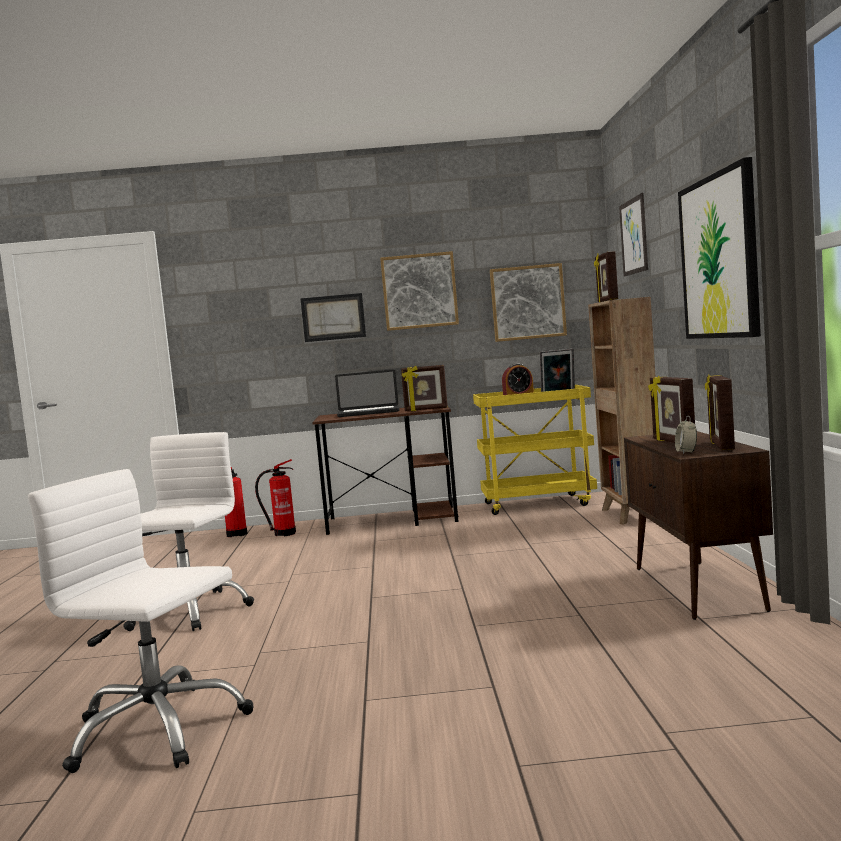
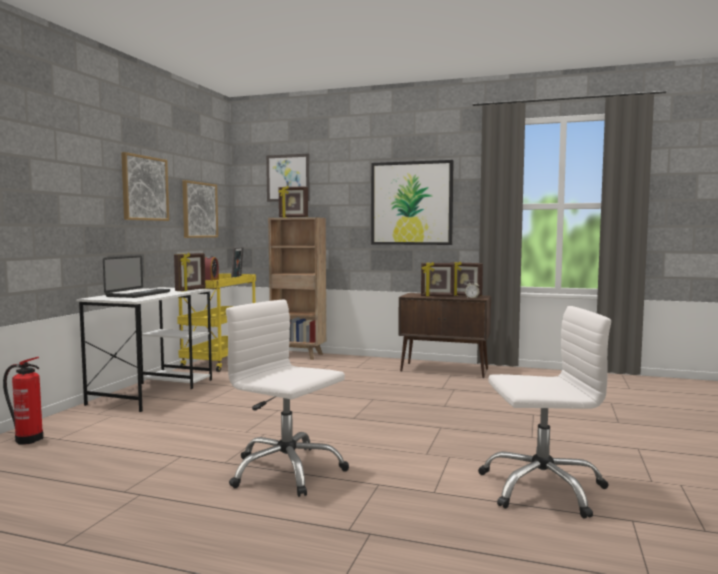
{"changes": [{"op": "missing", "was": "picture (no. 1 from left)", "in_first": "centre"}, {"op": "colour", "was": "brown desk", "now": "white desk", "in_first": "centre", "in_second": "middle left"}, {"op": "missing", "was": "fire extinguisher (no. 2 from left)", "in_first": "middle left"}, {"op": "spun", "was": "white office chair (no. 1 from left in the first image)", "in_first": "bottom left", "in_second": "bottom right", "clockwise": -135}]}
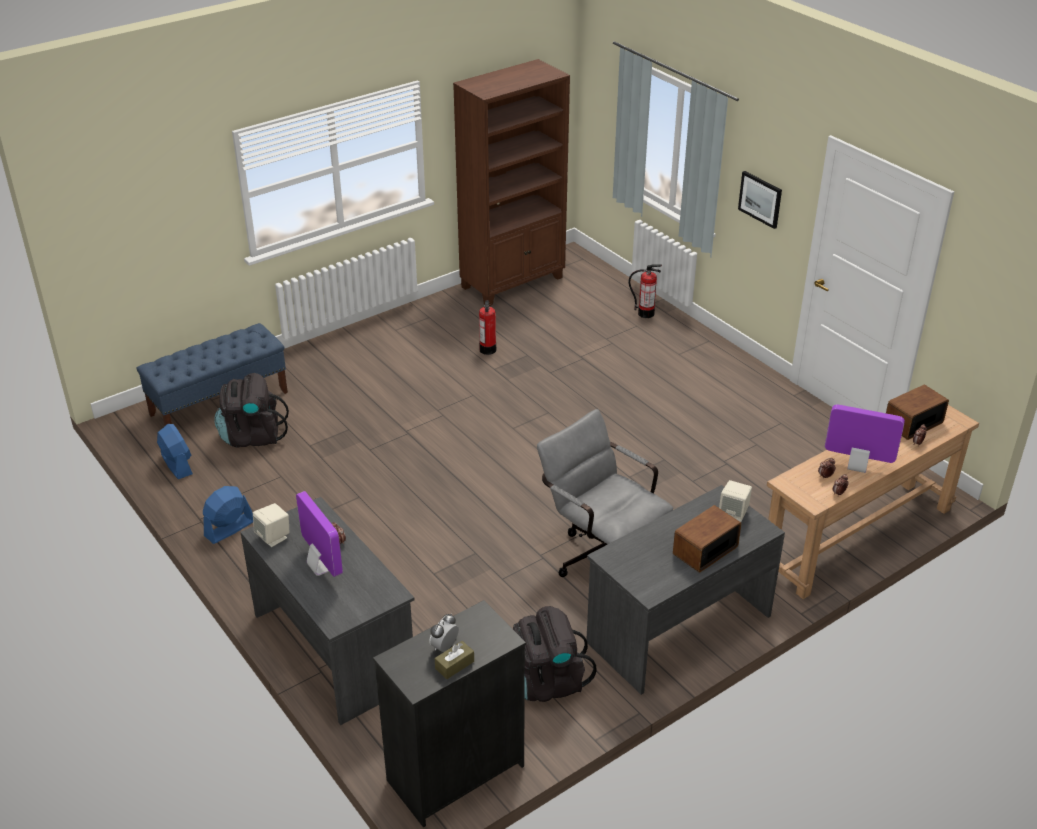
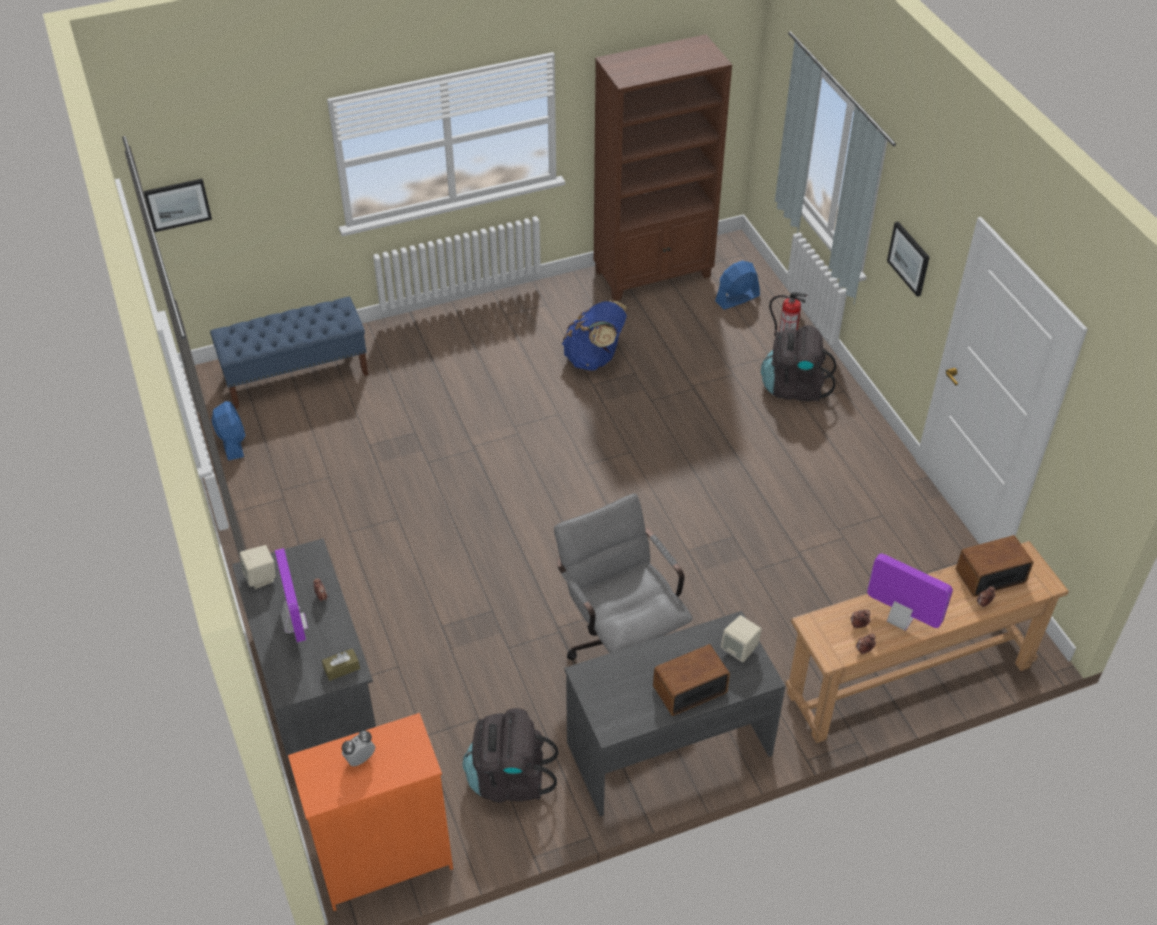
{"changes": [{"op": "exchanged", "was": "fire extinguisher (no. 1 from left)", "now": "blue backpack", "in_first": "centre", "in_second": "centre"}, {"op": "relocated", "was": "black backpack (no. 1 from left in the first image)", "now": "black backpack (no. 2 from left)", "in_first": "middle left", "in_second": "middle right"}, {"op": "relocated", "was": "blue fan (no. 2 from left)", "in_first": "middle left", "in_second": "top centre"}, {"op": "colour", "was": "black dresser", "now": "orange dresser", "in_first": "bottom centre", "in_second": "bottom left"}, {"op": "relocated", "was": "brown tissue box", "in_first": "bottom centre", "in_second": "bottom left"}, {"op": "appeared", "now": "picture (no. 1 from left)", "in_second": "top left"}]}
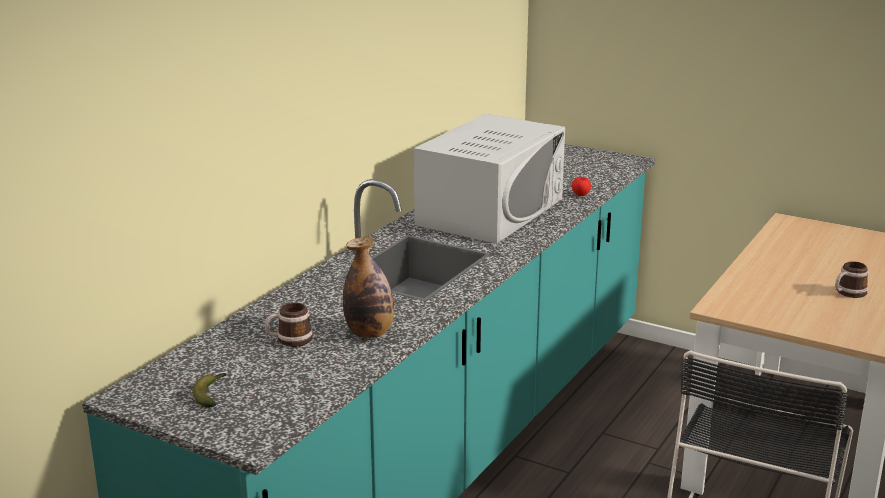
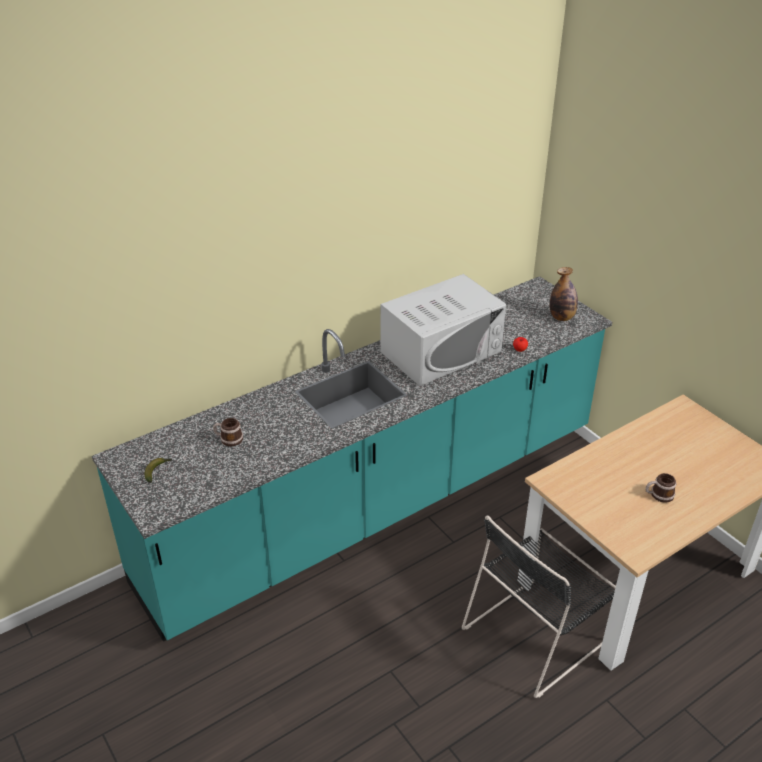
{"changes": [{"op": "relocated", "was": "bottle", "in_first": "centre", "in_second": "middle right"}]}
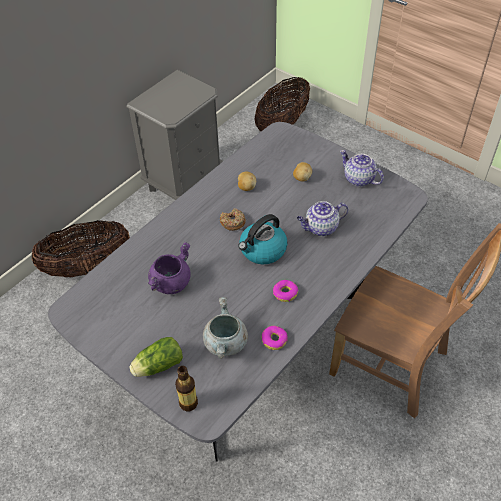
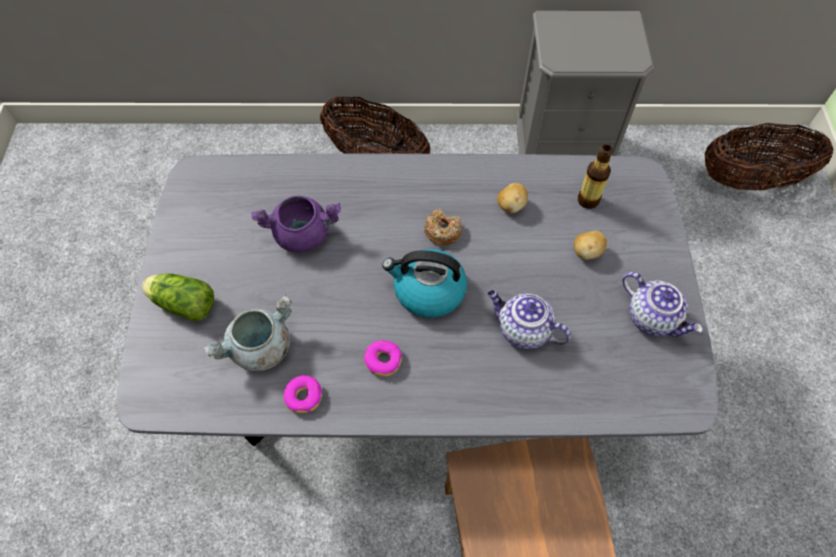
{"changes": [{"op": "spun", "was": "teapot (no. 2 from left)", "in_first": "middle right", "in_second": "middle right", "clockwise": 135}, {"op": "relocated", "was": "bottle", "in_first": "bottom centre", "in_second": "top right"}]}
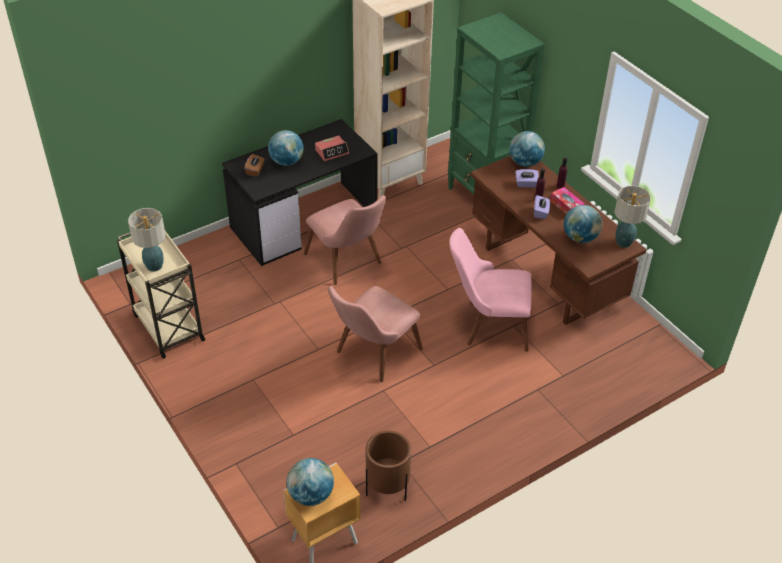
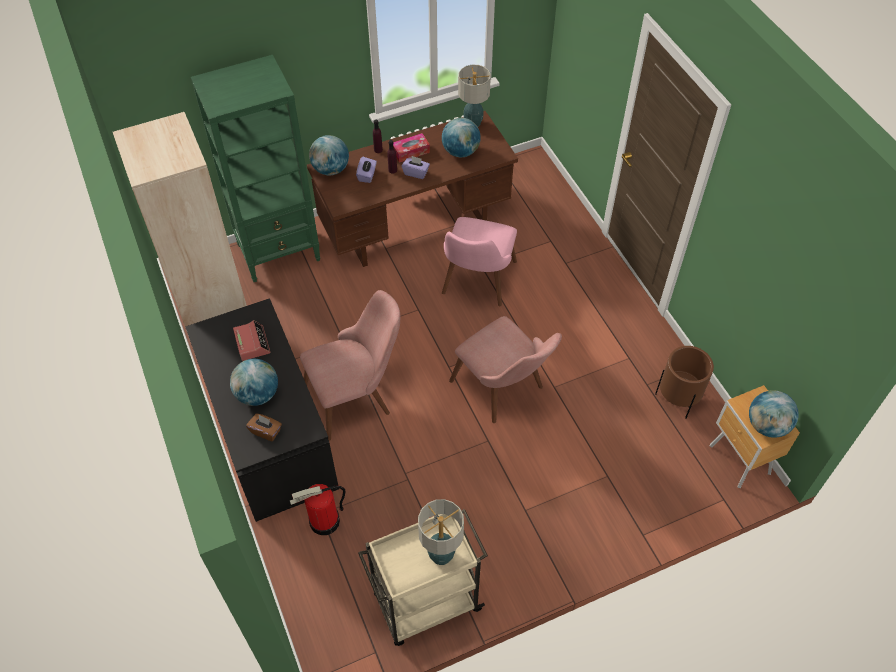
{"changes": [{"op": "appeared", "now": "fire extinguisher", "in_second": "bottom centre"}]}
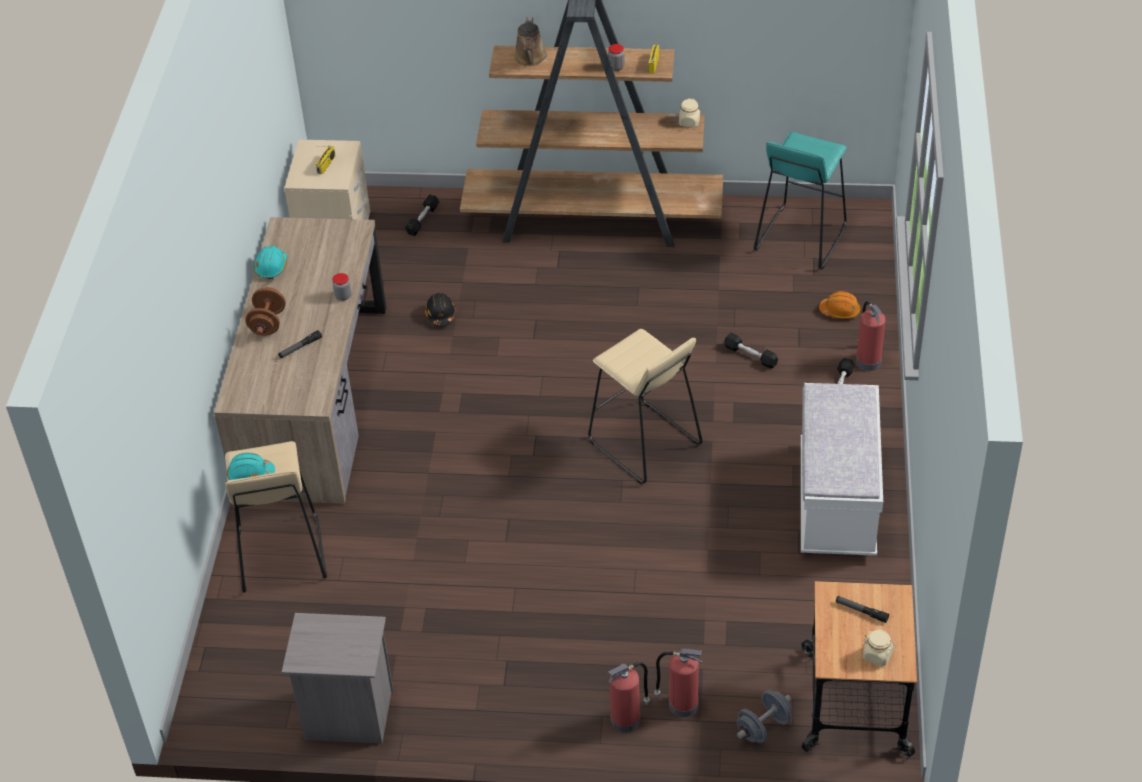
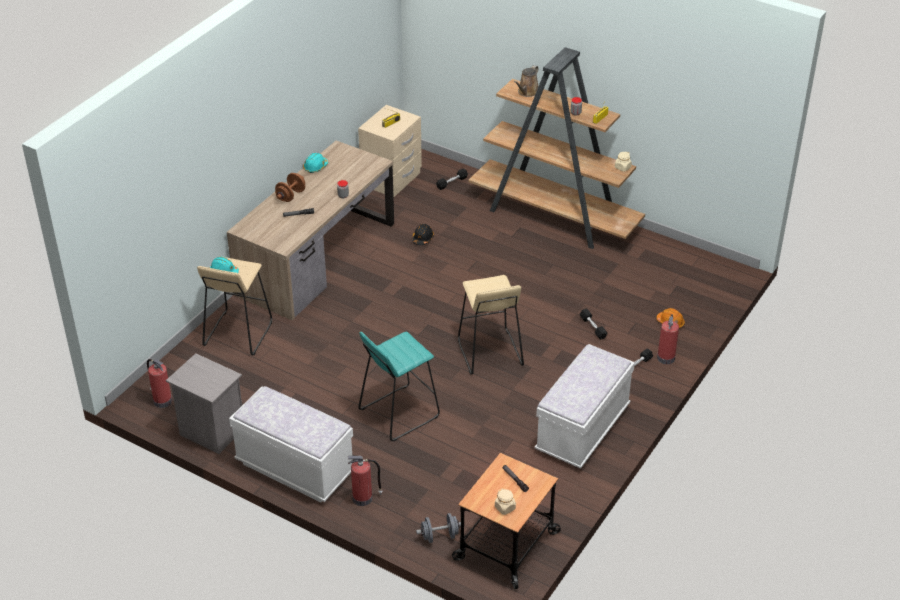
{"changes": [{"op": "relocated", "was": "turquoise stool", "in_first": "top right", "in_second": "centre"}, {"op": "relocated", "was": "fire extinguisher (no. 2 from left in the first image)", "now": "fire extinguisher (no. 1 from left)", "in_first": "bottom centre", "in_second": "middle left"}, {"op": "appeared", "now": "white bench (no. 1 from left)", "in_second": "bottom left"}]}
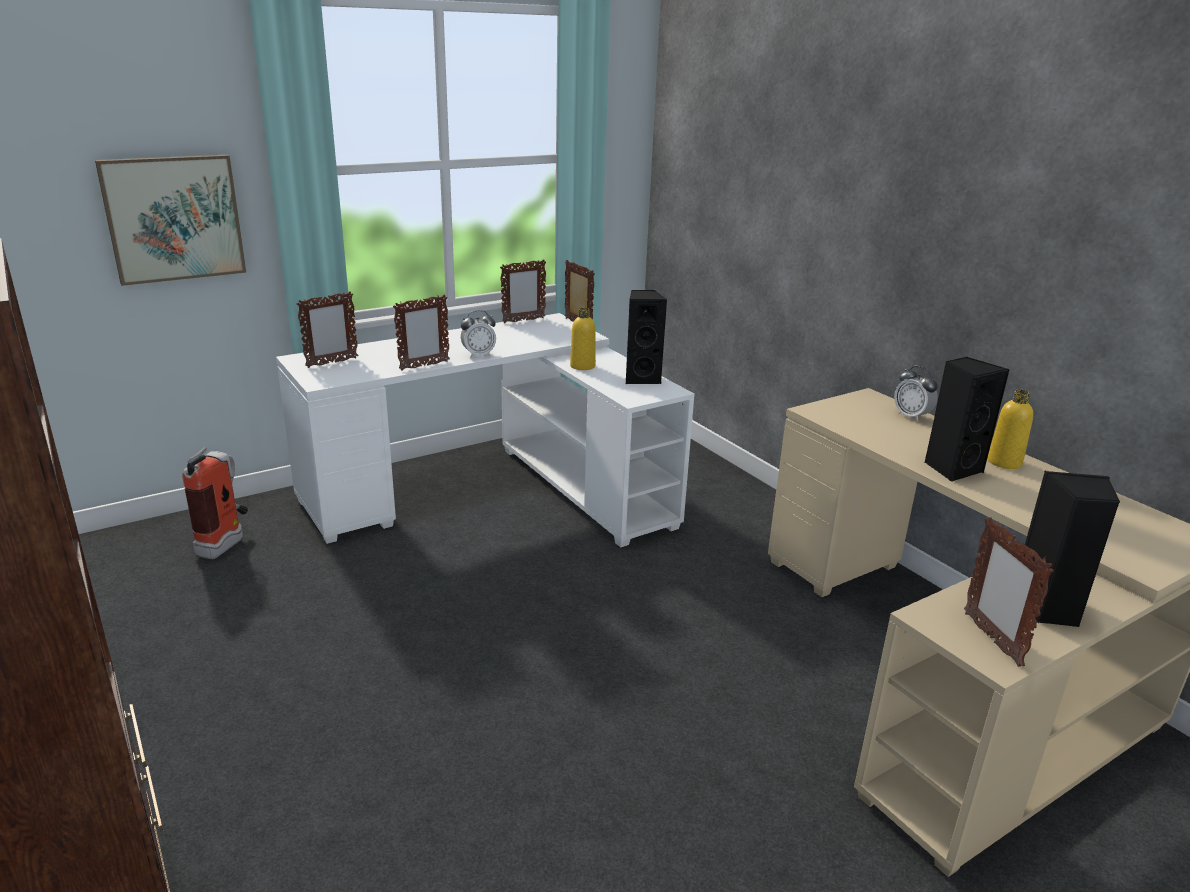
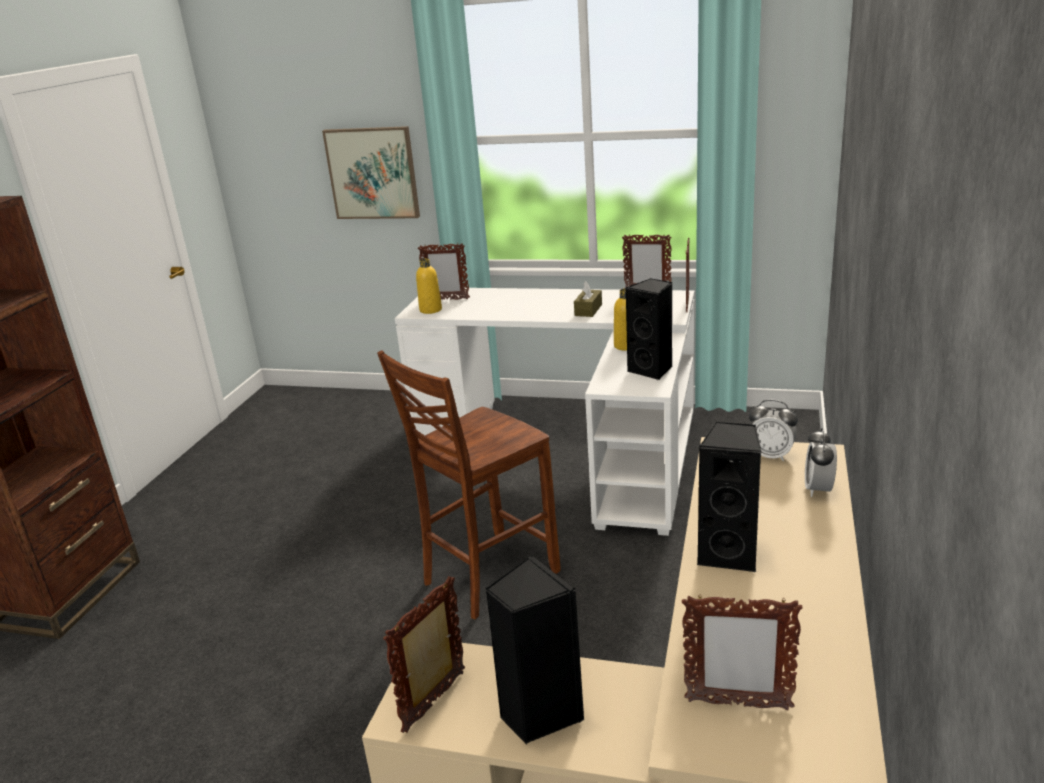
{"changes": [{"op": "relocated", "was": "picture frame (no. 2 from left in the first image)", "now": "picture frame (no. 5 from left)", "in_first": "centre", "in_second": "bottom right"}, {"op": "relocated", "was": "alarm clock (no. 1 from left)", "in_first": "centre", "in_second": "middle right"}, {"op": "relocated", "was": "yellow bottle (no. 2 from left in the first image)", "now": "yellow bottle (no. 1 from left)", "in_first": "middle right", "in_second": "centre"}, {"op": "missing", "was": "fire extinguisher", "in_first": "middle left"}, {"op": "appeared", "now": "brown tissue box", "in_second": "centre"}, {"op": "appeared", "now": "brown chair", "in_second": "centre"}]}
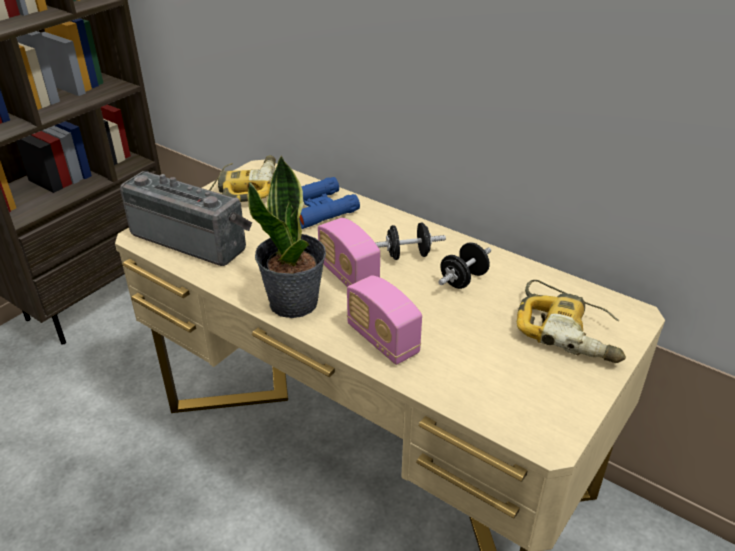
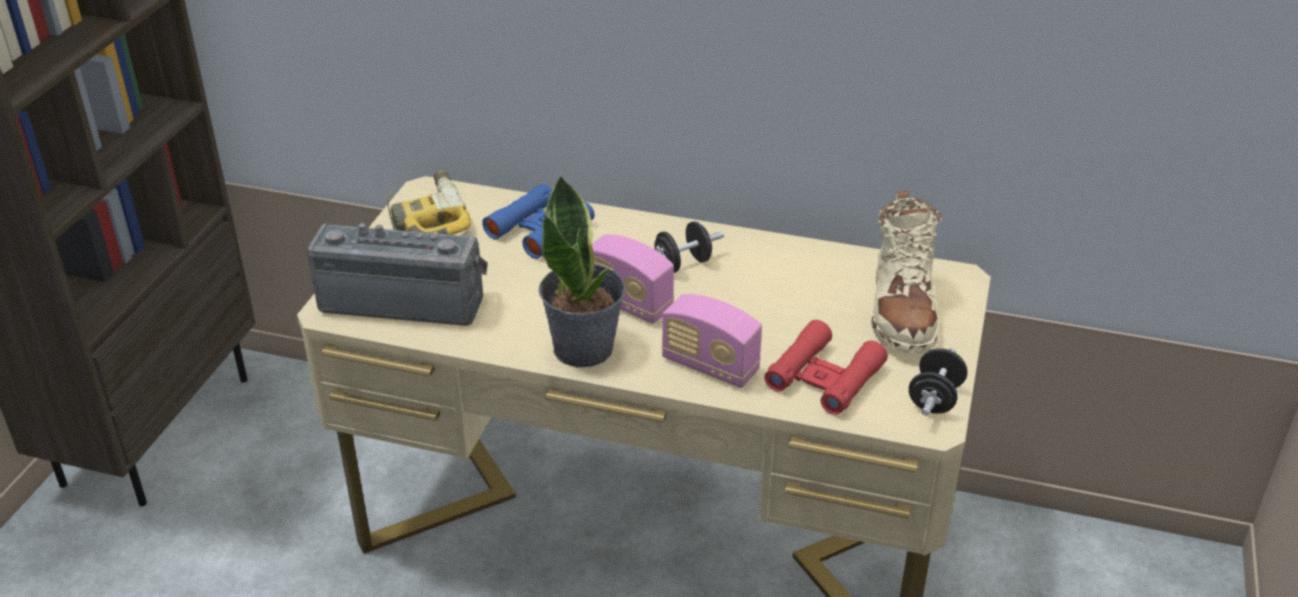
{"changes": [{"op": "relocated", "was": "black dumbbell (no. 2 from left)", "in_first": "centre", "in_second": "middle right"}, {"op": "exchanged", "was": "power drill (no. 2 from left)", "now": "beige boot", "in_first": "middle right", "in_second": "middle right"}, {"op": "appeared", "now": "red binoculars", "in_second": "centre"}]}
